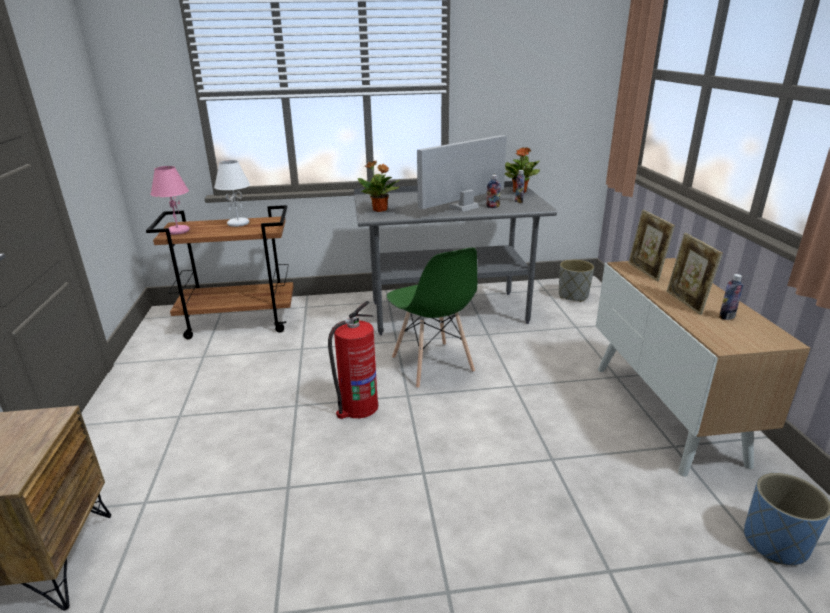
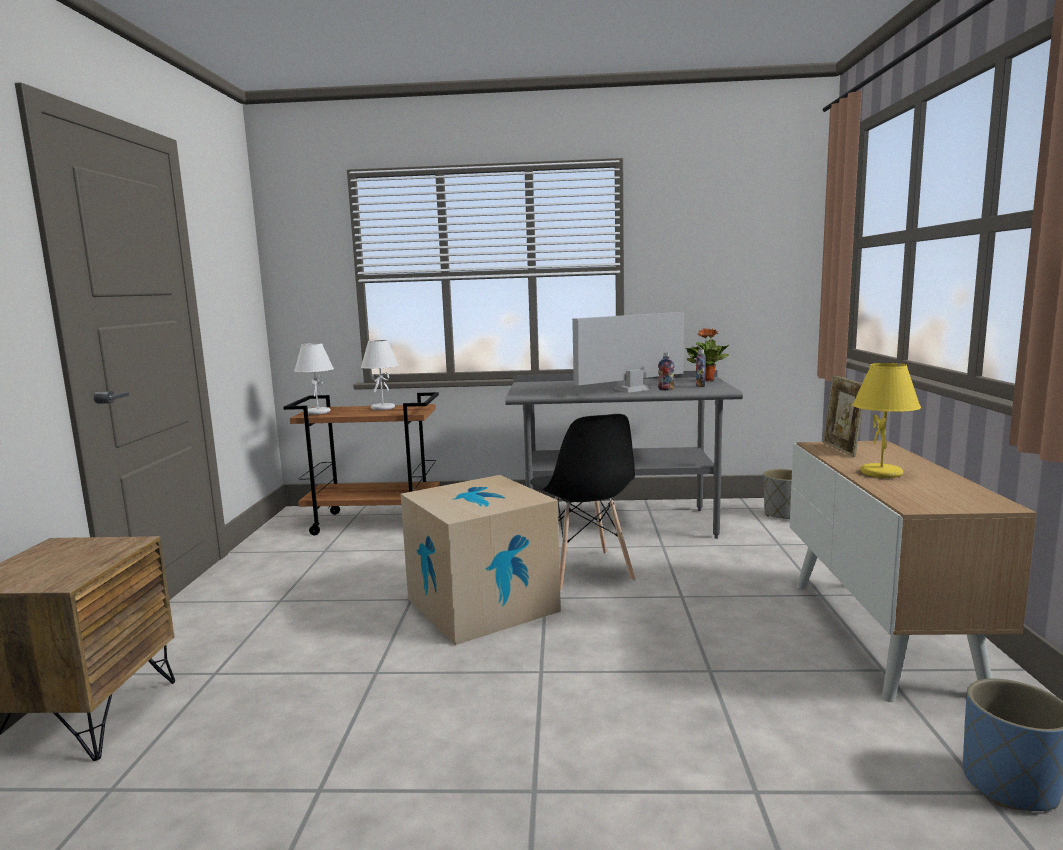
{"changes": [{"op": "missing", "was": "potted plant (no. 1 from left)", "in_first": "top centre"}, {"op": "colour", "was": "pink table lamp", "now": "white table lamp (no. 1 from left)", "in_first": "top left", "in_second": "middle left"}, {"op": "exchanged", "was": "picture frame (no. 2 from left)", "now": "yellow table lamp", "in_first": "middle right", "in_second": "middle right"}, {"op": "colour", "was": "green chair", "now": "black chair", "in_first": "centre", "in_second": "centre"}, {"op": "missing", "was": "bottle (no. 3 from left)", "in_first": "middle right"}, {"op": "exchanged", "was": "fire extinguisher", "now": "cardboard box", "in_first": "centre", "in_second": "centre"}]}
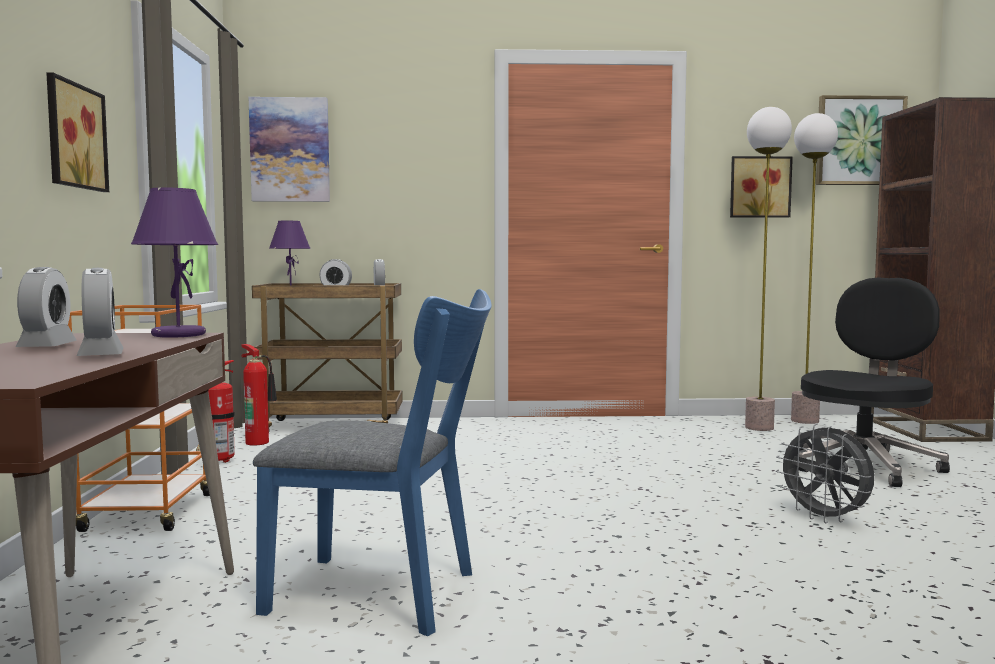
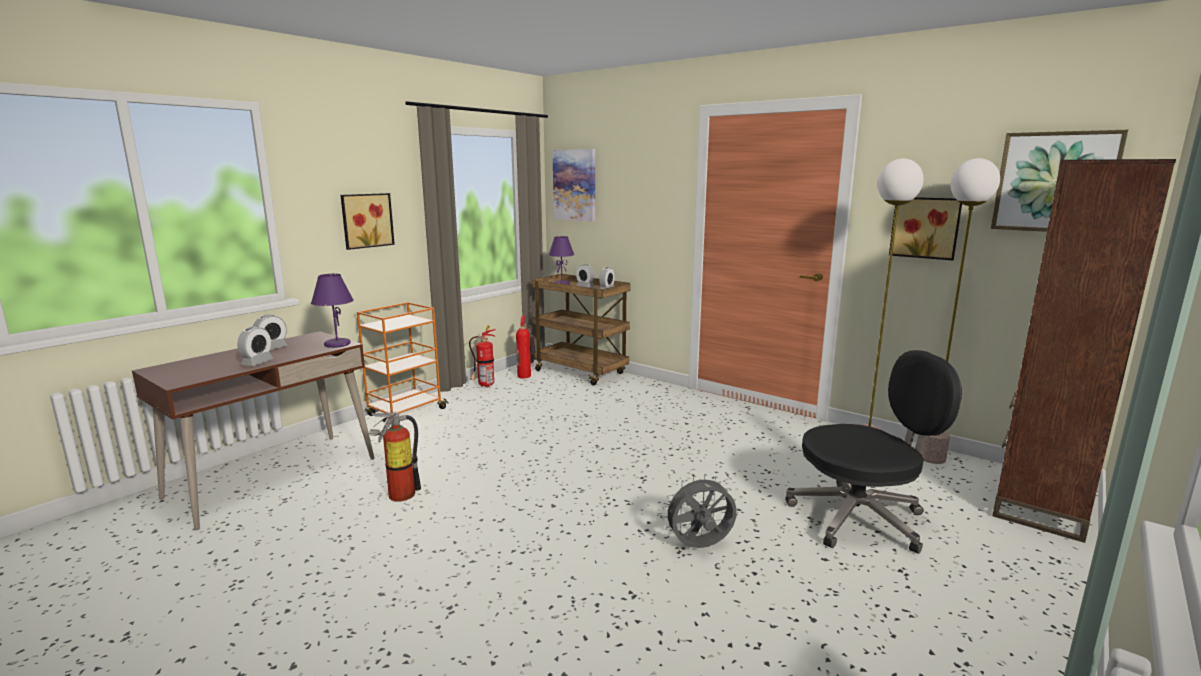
{"changes": [{"op": "exchanged", "was": "blue chair", "now": "fire extinguisher (no. 1 from left)", "in_first": "bottom centre", "in_second": "bottom left"}, {"op": "spun", "was": "grey fan", "in_first": "bottom right", "in_second": "bottom centre", "clockwise": 75}]}
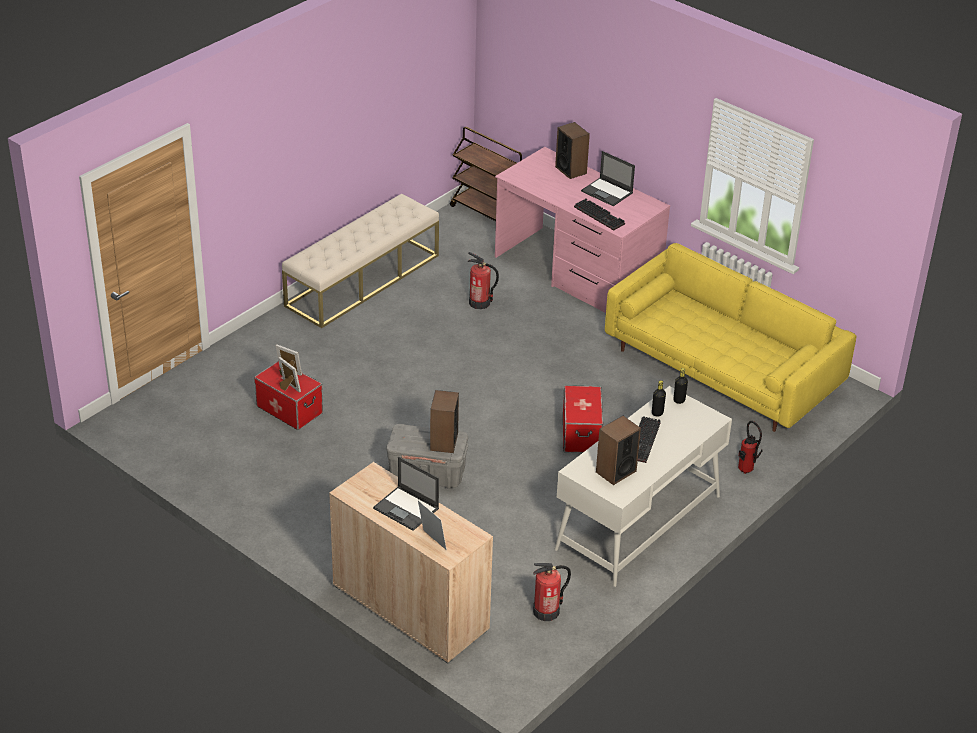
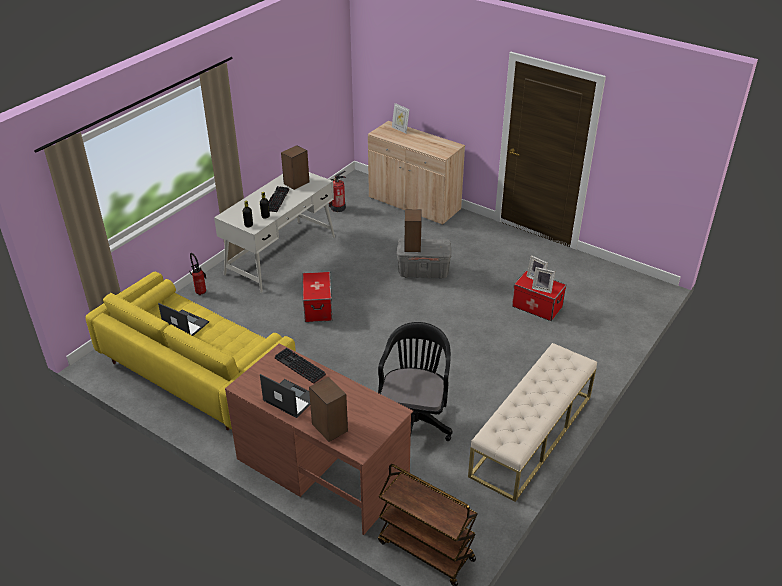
{"changes": [{"op": "colour", "was": "pink desk", "now": "brown desk", "in_first": "top centre", "in_second": "bottom centre"}, {"op": "exchanged", "was": "fire extinguisher (no. 1 from left)", "now": "black office chair", "in_first": "centre", "in_second": "centre"}, {"op": "relocated", "was": "laptop (no. 1 from left)", "in_first": "bottom centre", "in_second": "middle left"}]}
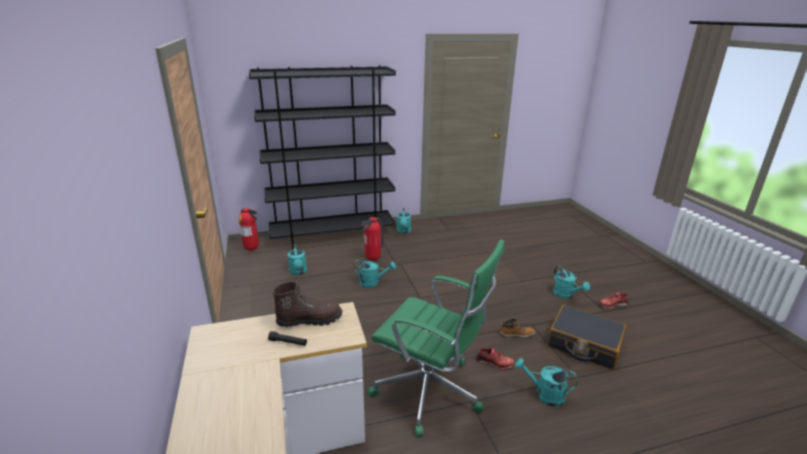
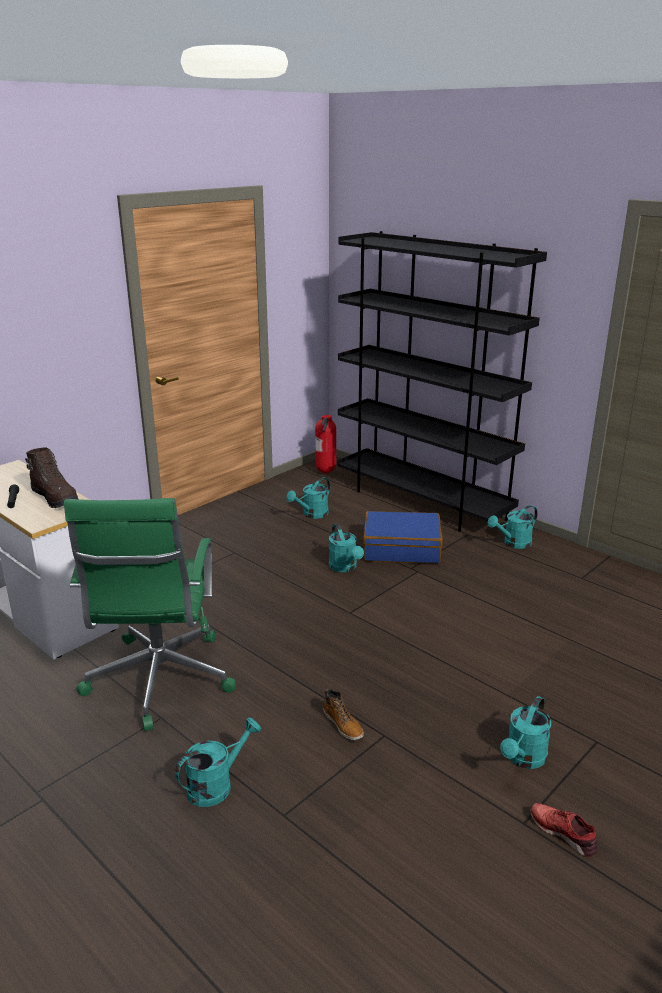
{"changes": [{"op": "exchanged", "was": "fire extinguisher (no. 2 from left)", "now": "blue suitcase", "in_first": "centre", "in_second": "centre"}, {"op": "missing", "was": "black suitcase", "in_first": "bottom right"}, {"op": "missing", "was": "red shoe (no. 1 from left)", "in_first": "bottom centre"}, {"op": "spun", "was": "turquoise watering can (no. 4 from left in the first image)", "in_first": "bottom right", "in_second": "bottom left", "clockwise": 60}]}
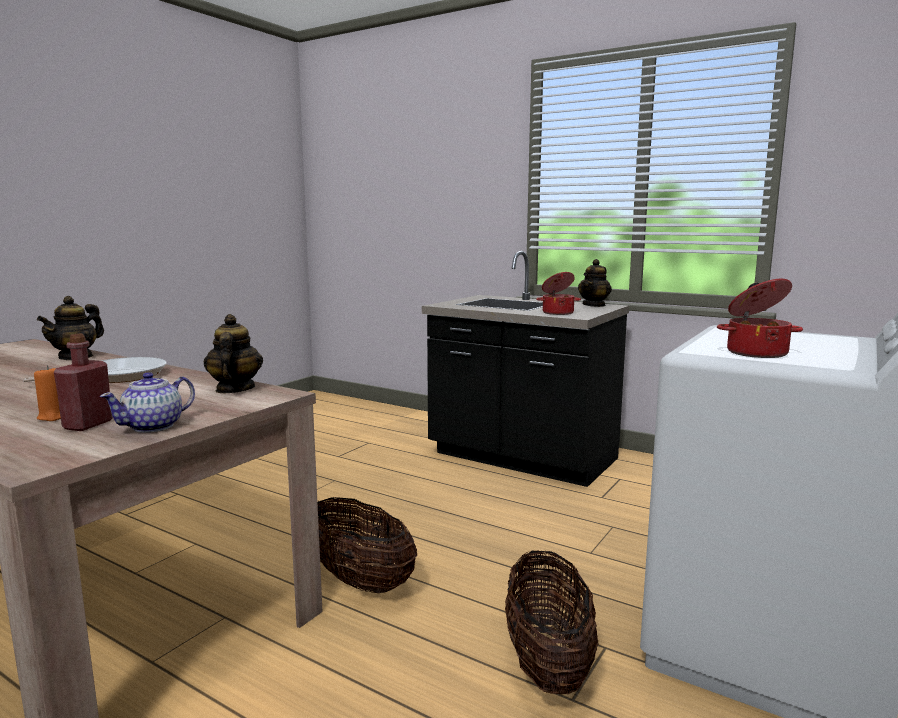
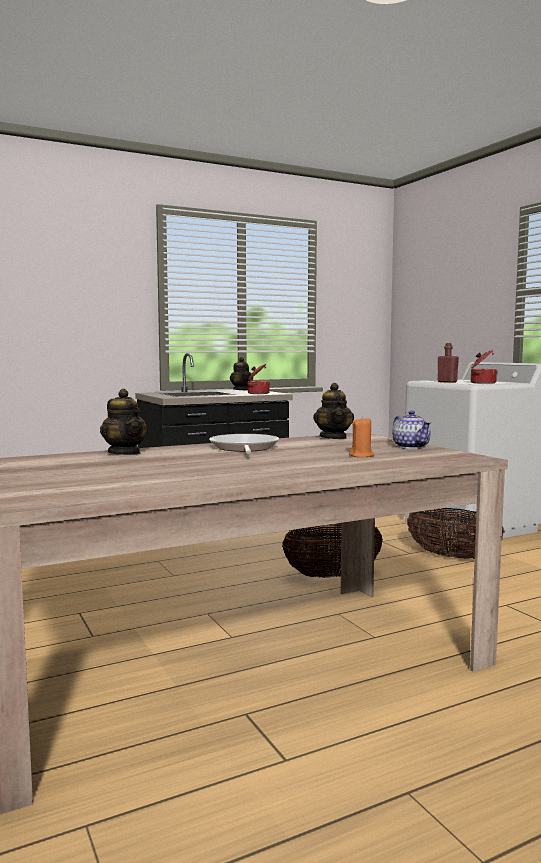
{"changes": [{"op": "spun", "was": "teapot (no. 3 from left)", "in_first": "middle left", "in_second": "centre", "clockwise": -120}, {"op": "relocated", "was": "red bottle", "in_first": "middle left", "in_second": "middle right"}]}
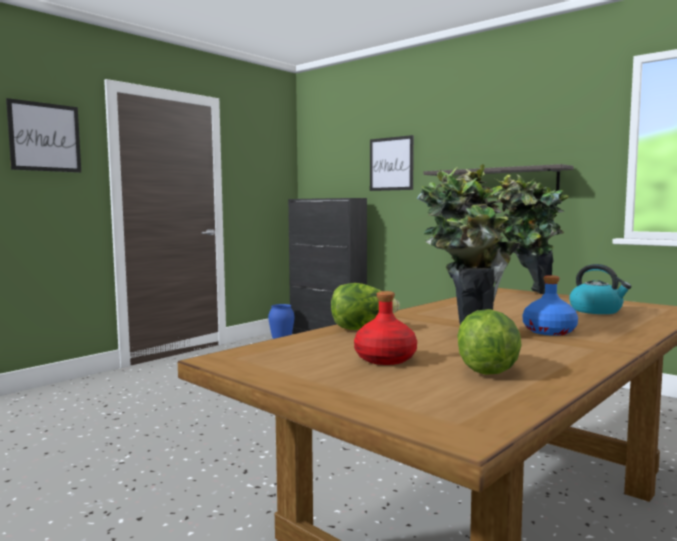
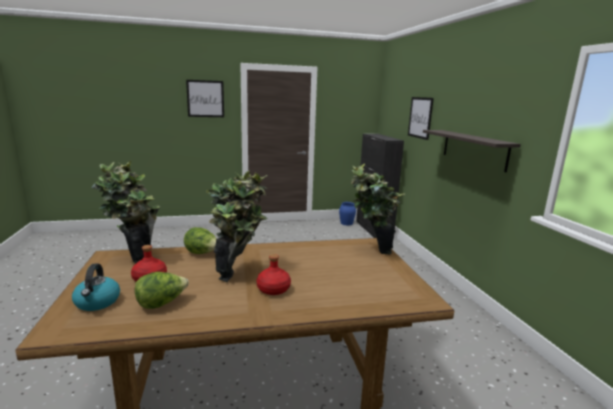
{"changes": [{"op": "relocated", "was": "kettle", "in_first": "middle right", "in_second": "bottom left"}, {"op": "colour", "was": "blue bottle", "now": "red bottle (no. 2 from left)", "in_first": "middle right", "in_second": "bottom centre"}, {"op": "appeared", "now": "potted plant (no. 1 from left)", "in_second": "middle left"}]}
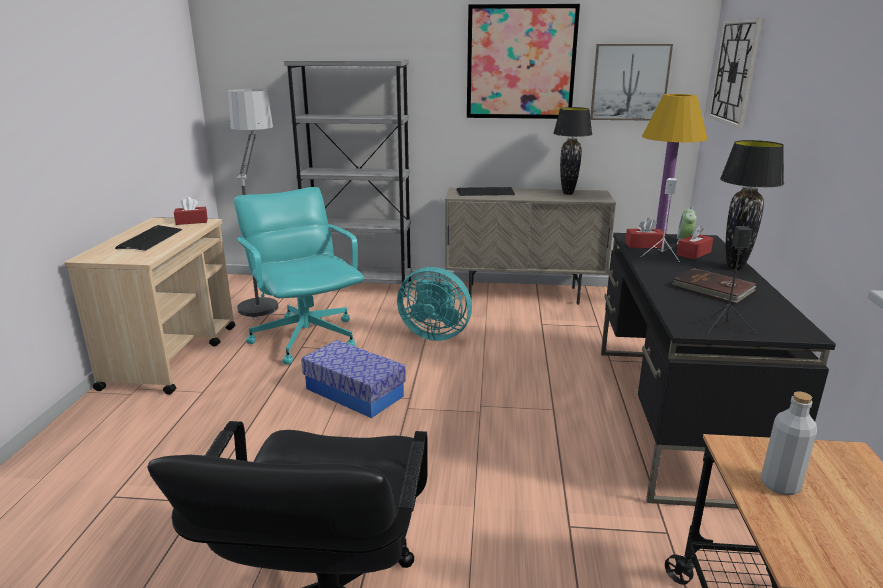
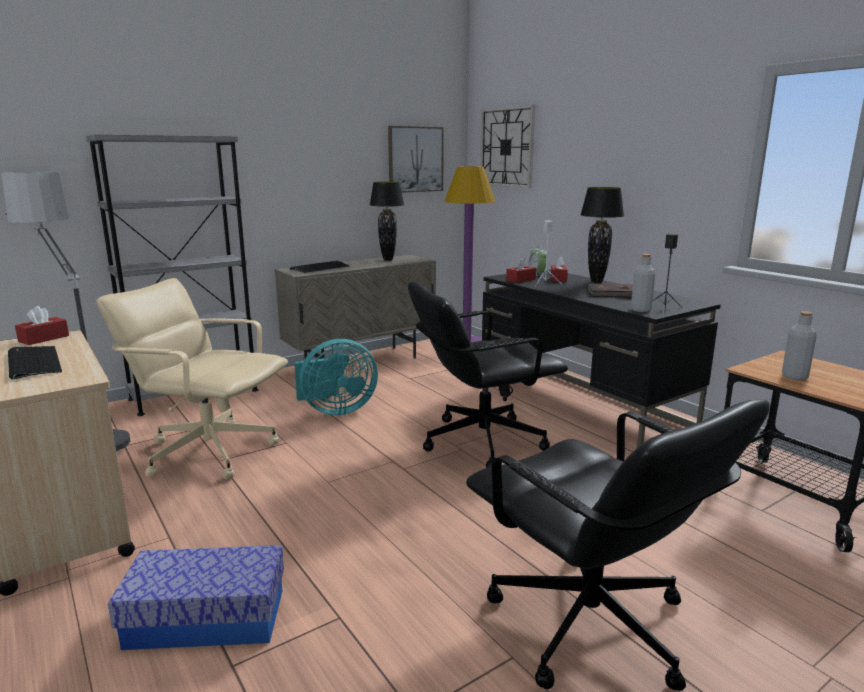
{"changes": [{"op": "missing", "was": "picture (no. 1 from left)", "in_first": "top centre"}, {"op": "colour", "was": "turquoise office chair", "now": "beige office chair", "in_first": "centre", "in_second": "middle left"}, {"op": "relocated", "was": "storage box", "in_first": "centre", "in_second": "bottom left"}, {"op": "appeared", "now": "grey bottle (no. 1 from left)", "in_second": "middle right"}, {"op": "appeared", "now": "black office chair (no. 1 from left)", "in_second": "centre"}]}
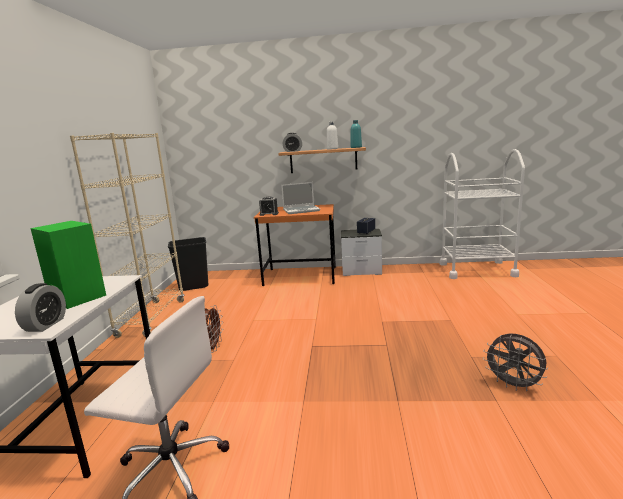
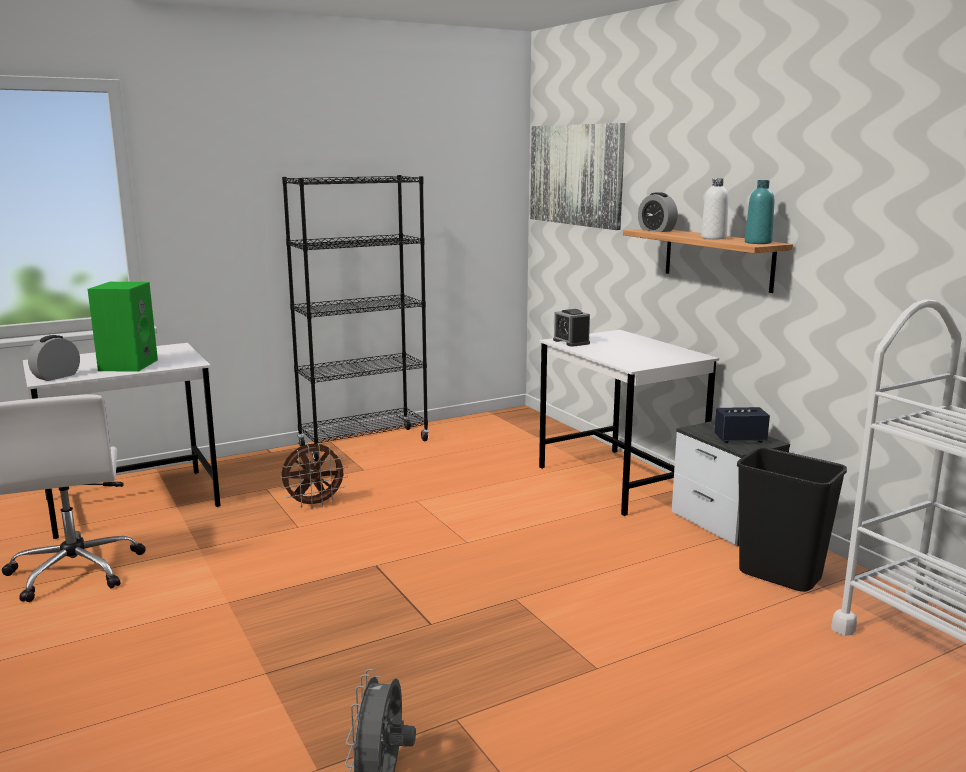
{"changes": [{"op": "colour", "was": "beige bookcase", "now": "black bookcase", "in_first": "middle left", "in_second": "centre"}, {"op": "missing", "was": "laptop", "in_first": "centre"}, {"op": "colour", "was": "orange desk", "now": "white desk (no. 2 from left)", "in_first": "centre", "in_second": "centre"}, {"op": "relocated", "was": "black trash can", "in_first": "middle left", "in_second": "bottom right"}, {"op": "spun", "was": "alarm clock (no. 1 from left)", "in_first": "middle left", "in_second": "middle left", "clockwise": 150}, {"op": "appeared", "now": "picture", "in_second": "top centre"}]}
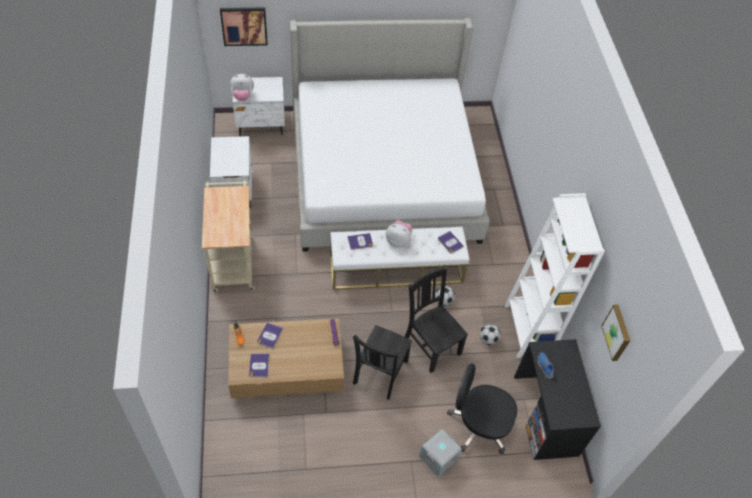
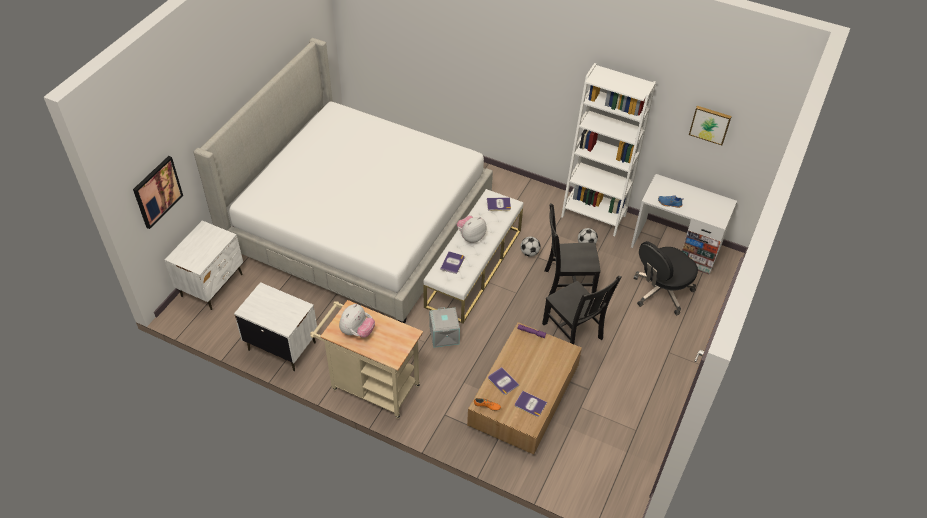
{"changes": [{"op": "relocated", "was": "plush toy (no. 1 from left)", "in_first": "top left", "in_second": "centre"}, {"op": "colour", "was": "black desk", "now": "white desk", "in_first": "bottom right", "in_second": "middle right"}, {"op": "relocated", "was": "grey storage box", "in_first": "bottom centre", "in_second": "centre"}]}
